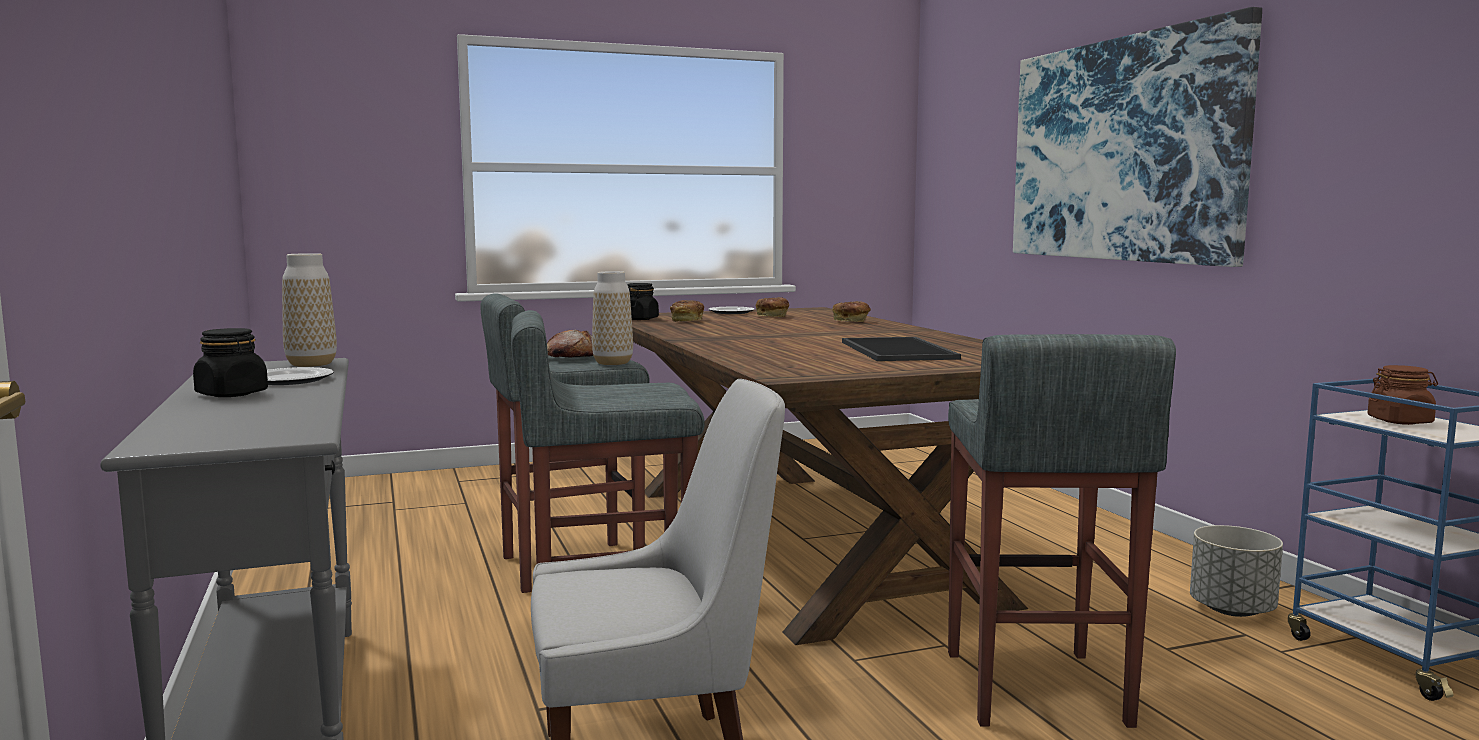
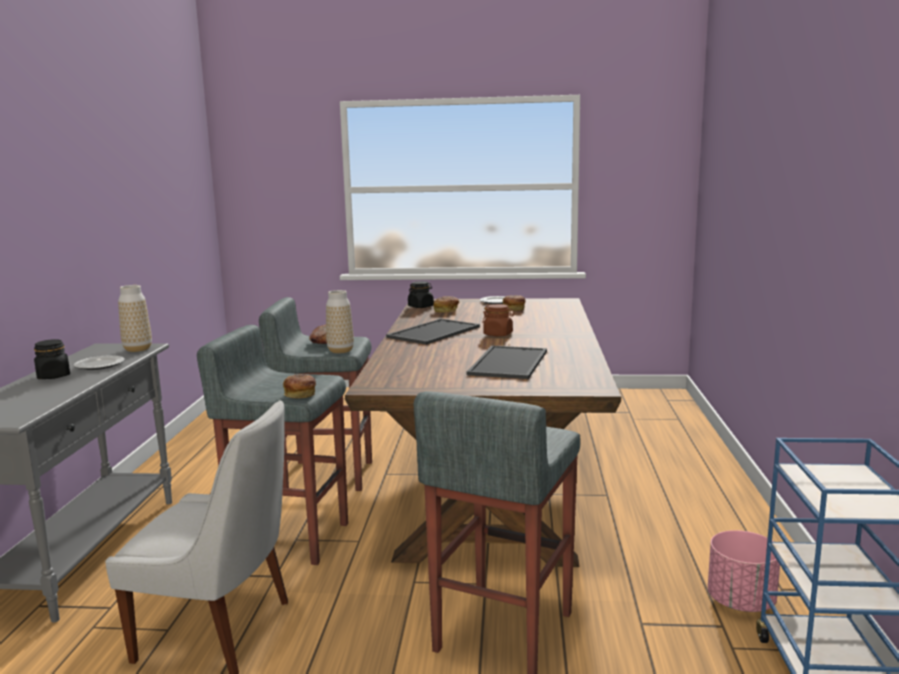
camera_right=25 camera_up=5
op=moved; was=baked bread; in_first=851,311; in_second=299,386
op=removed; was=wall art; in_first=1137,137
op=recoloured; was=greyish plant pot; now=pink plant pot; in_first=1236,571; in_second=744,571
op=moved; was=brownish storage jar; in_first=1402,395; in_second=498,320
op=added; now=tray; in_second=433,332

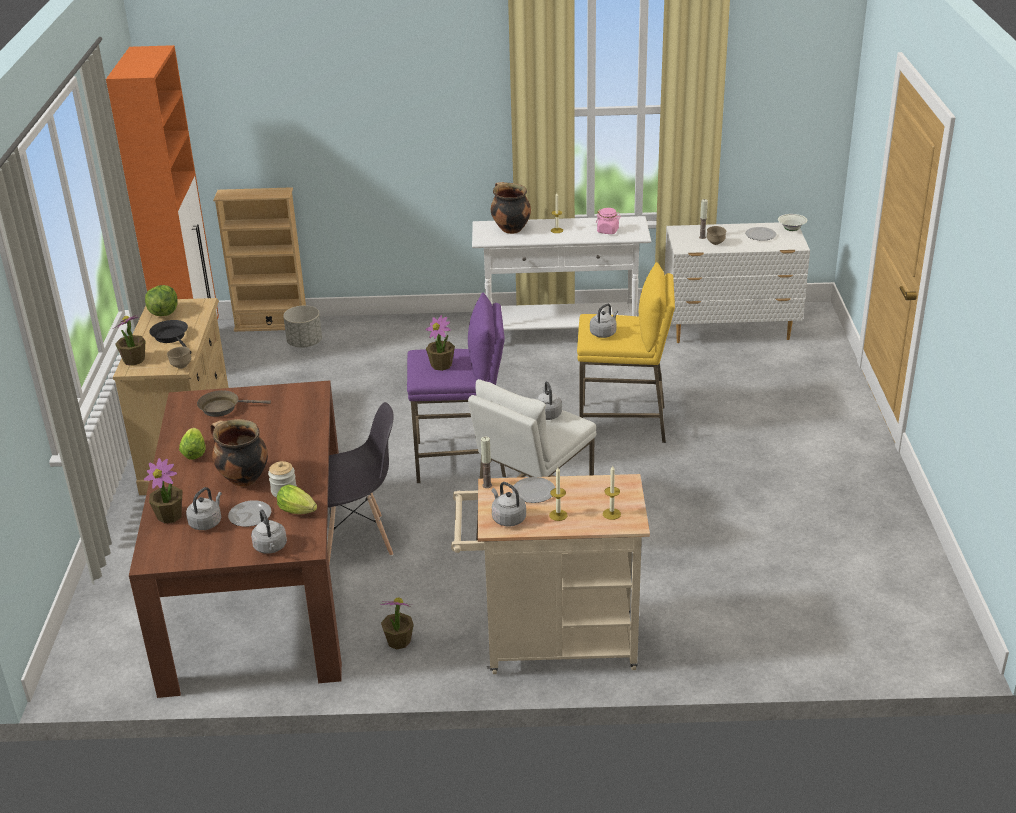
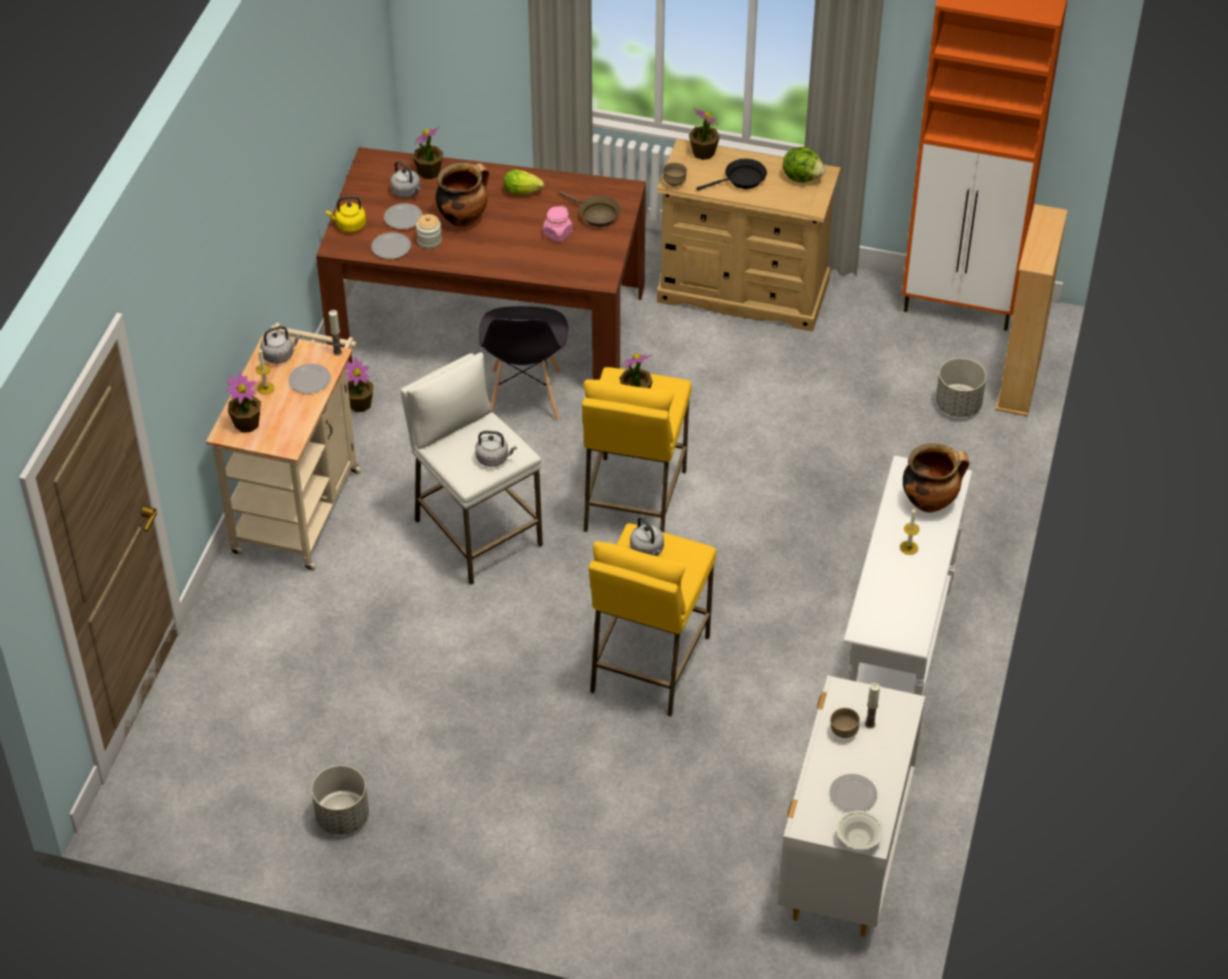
camera_right=105 camera_up=15
op=turned; was=brownish pan; in_first=234,403; in_second=589,209; clockwise=120
op=recoloured; was=greyish water kettle; now=yellow water kettle; in_first=269,531; in_second=346,214
op=replaced; was=lettuce; now=dinner plate; in_first=297,499; in_second=391,245
op=recoloured; was=purple-coloured stool; now=yellow stool; in_first=456,388; in_second=637,449
op=moved; was=pink storage jar; in_first=608,221; in_second=558,224
op=replaced; was=candle; now=plant in a pot; in_first=612,493; in_second=243,402
op=added; now=greyish plant pot; in_second=340,800

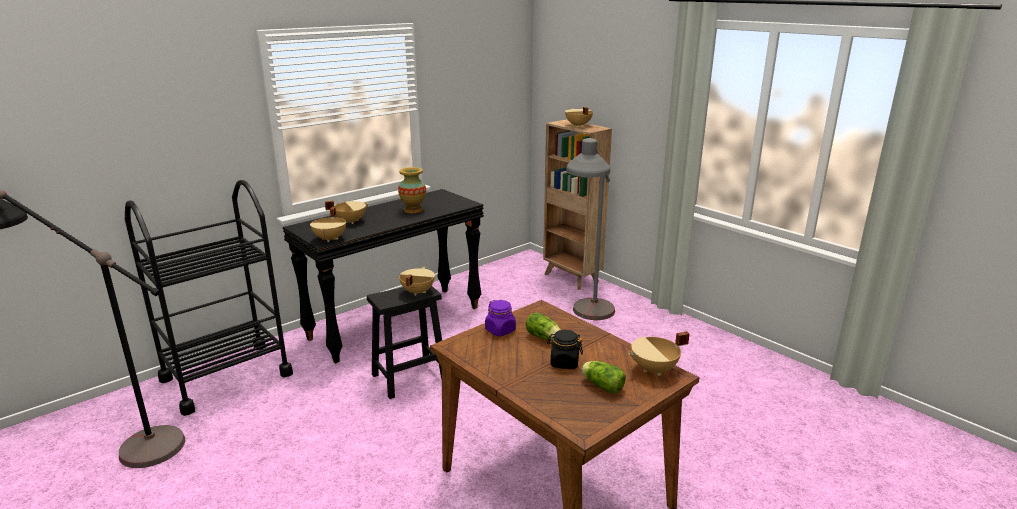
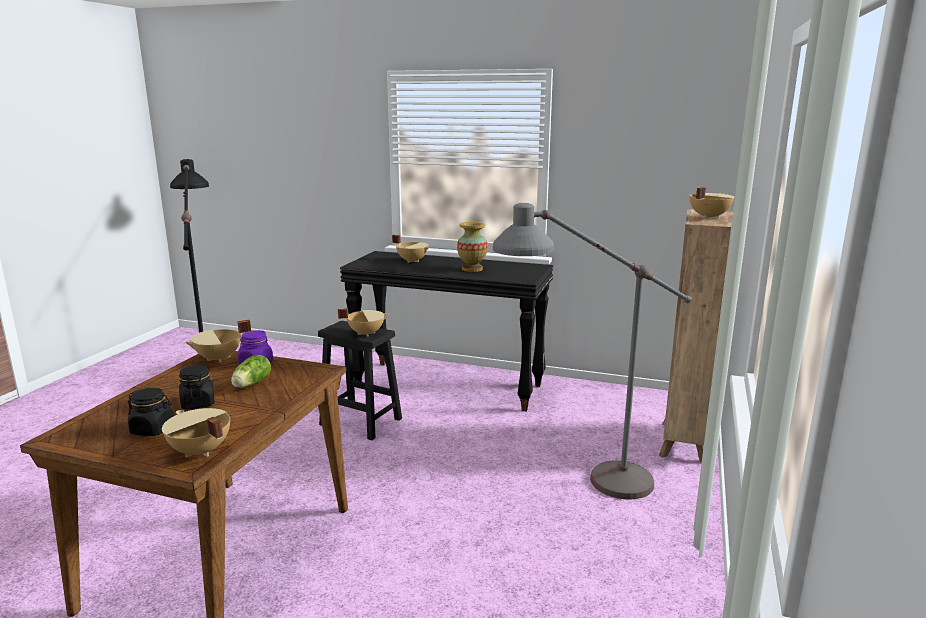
camera_right=60 camera_up=-5
op=removed; was=black-coloured wheeled cart; in_first=209,298
op=moved; was=sand-coloured stockpot; in_first=328,224; in_second=218,341
op=replaced; was=lettuce; now=black-coloured storage jar; in_first=603,377; in_second=151,412

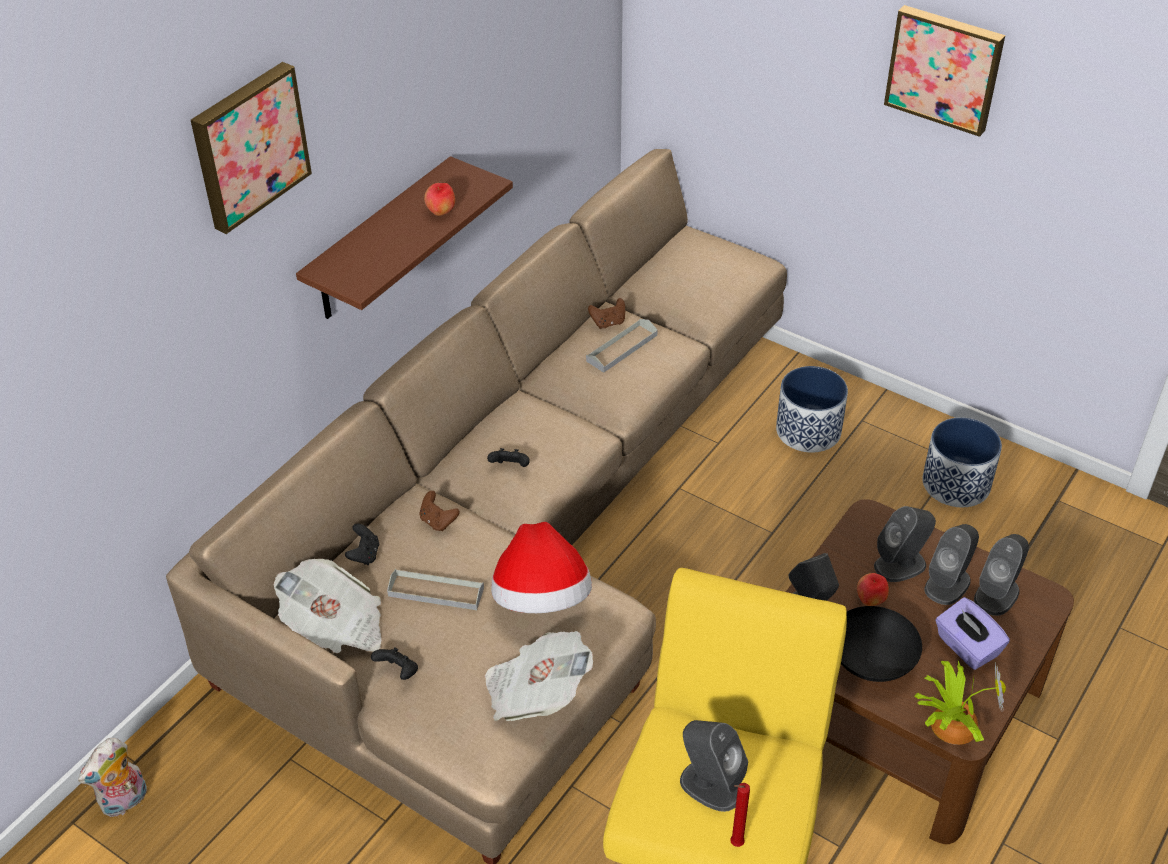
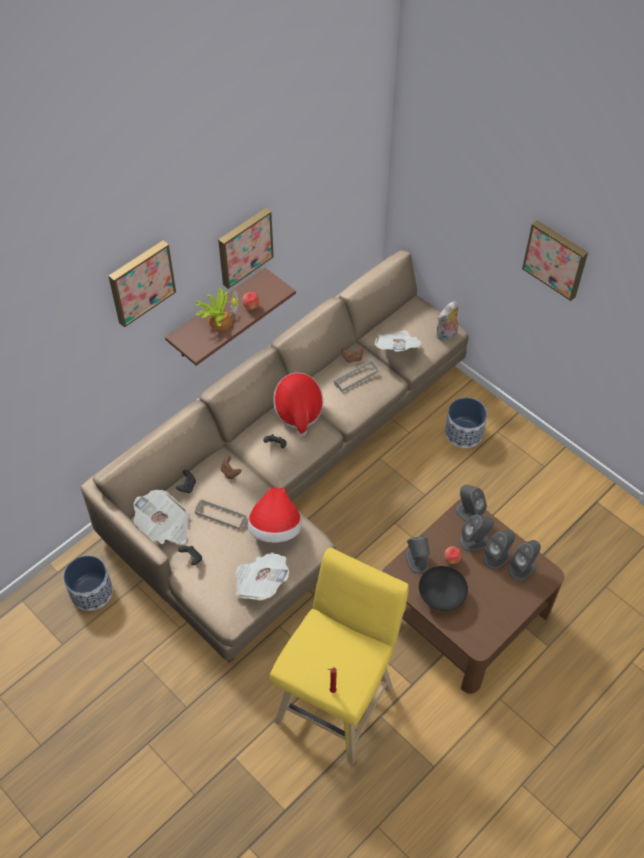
camera_right=10 camera_up=10
op=moved; was=cuddly toy; in_first=112,777; in_second=447,321
op=moved; was=greyish audio speaker; in_first=714,766; in_second=471,503
op=moved; was=plant in a pot; in_first=960,703; in_second=216,309
op=moved; was=plant pot; in_first=962,462; in_second=88,583
op=removed; was=purple-coloured tissue holder; in_first=972,633
op=added; now=wall art; in_second=246,248
op=added; now=wearable hat; in_second=298,405
op=added; now=daily paper; in_second=398,341

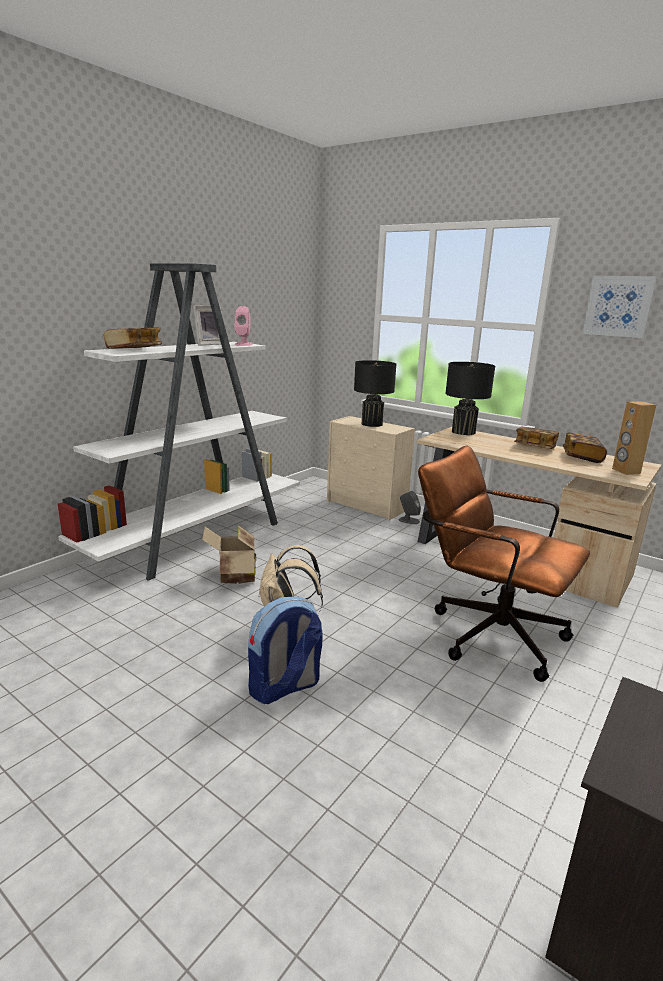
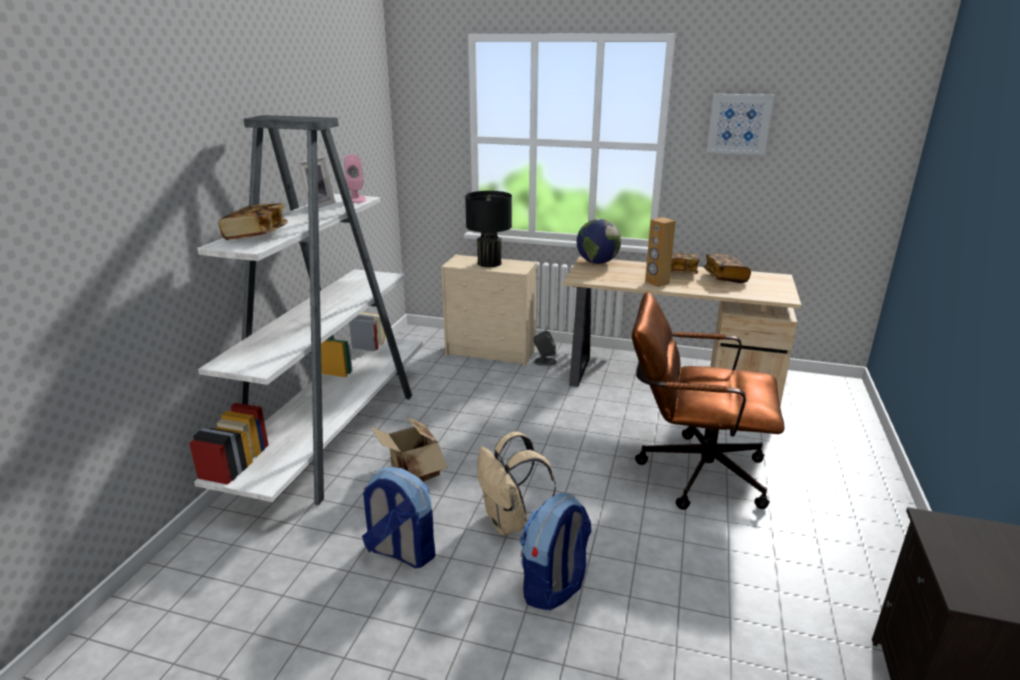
camera_right=-20 camera_up=5
op=replaced; was=black-coloured tabletop lamp; now=world globe; in_first=470,398; in_second=599,241
op=moved; was=brownish audio speaker; in_first=634,438; in_second=660,252
op=added; now=rucksack; in_second=398,517

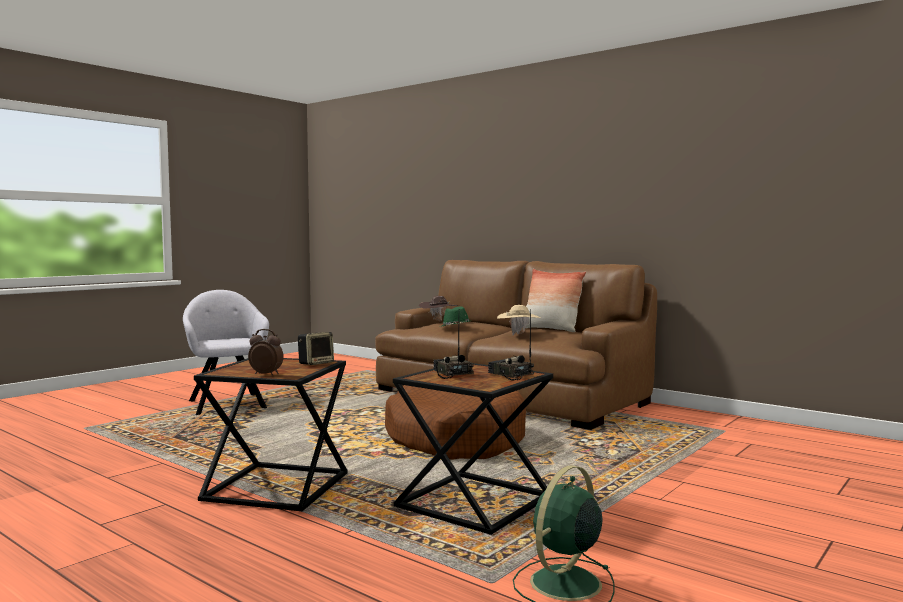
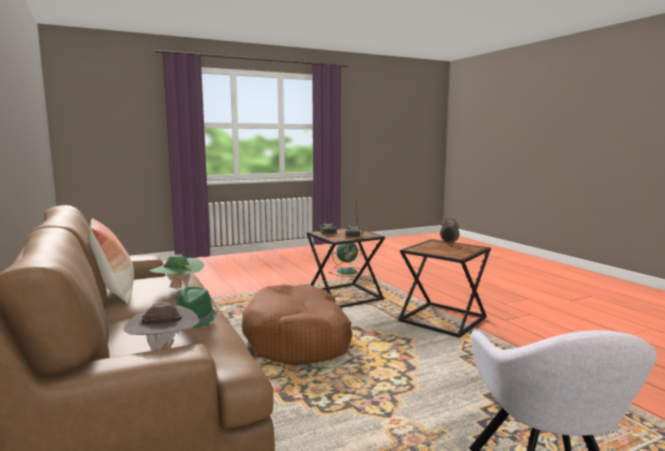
camera_right=-155 camera_up=5
op=removed; was=audio speaker; in_first=316,348
op=recoloured; was=sand-coloured wearable hat; now=green-coloured wearable hat; in_first=518,320; in_second=177,271

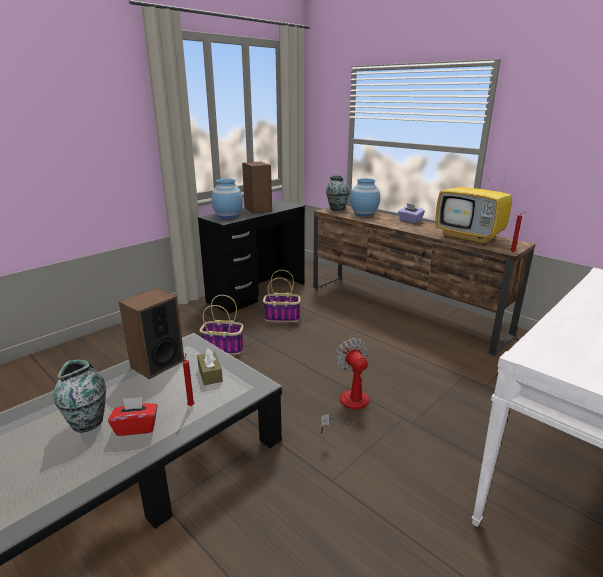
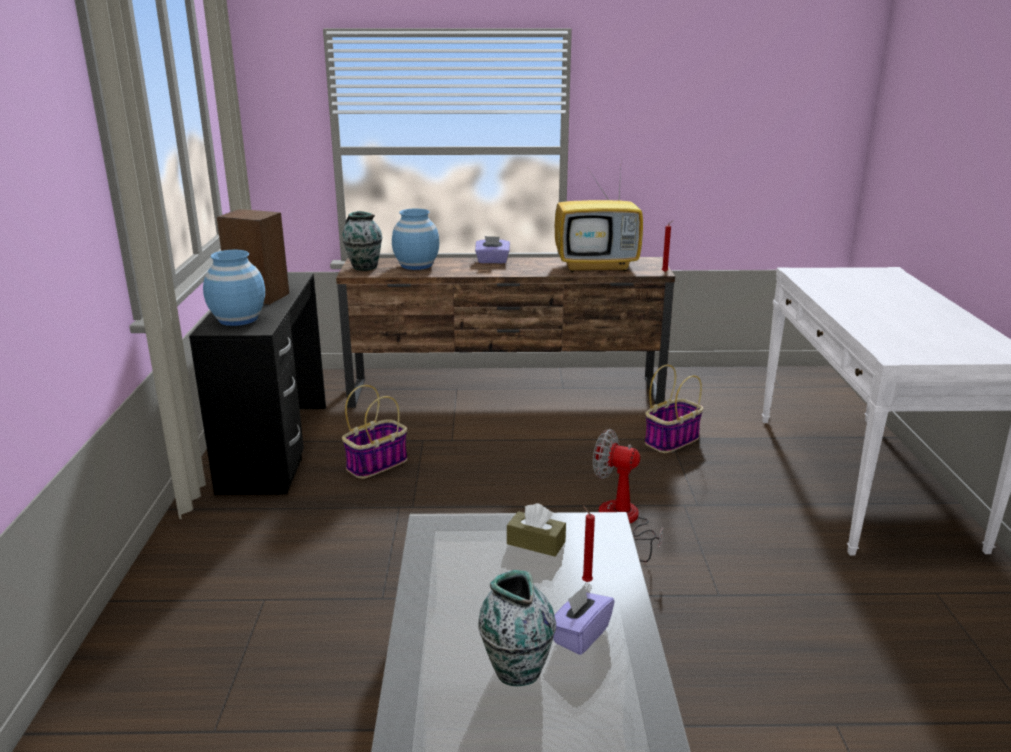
camera_right=-45 camera_up=0
op=recoloured; was=red-coloured tissue holder; now=purple-coloured tissue holder; in_first=133,416; in_second=584,620
op=removed; was=audio speaker; in_first=152,333
op=moved; was=storage basket; in_first=221,325; in_second=674,409

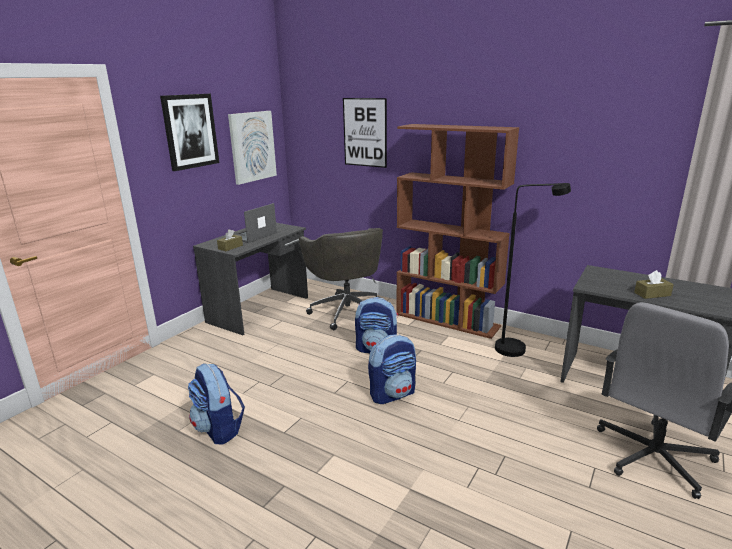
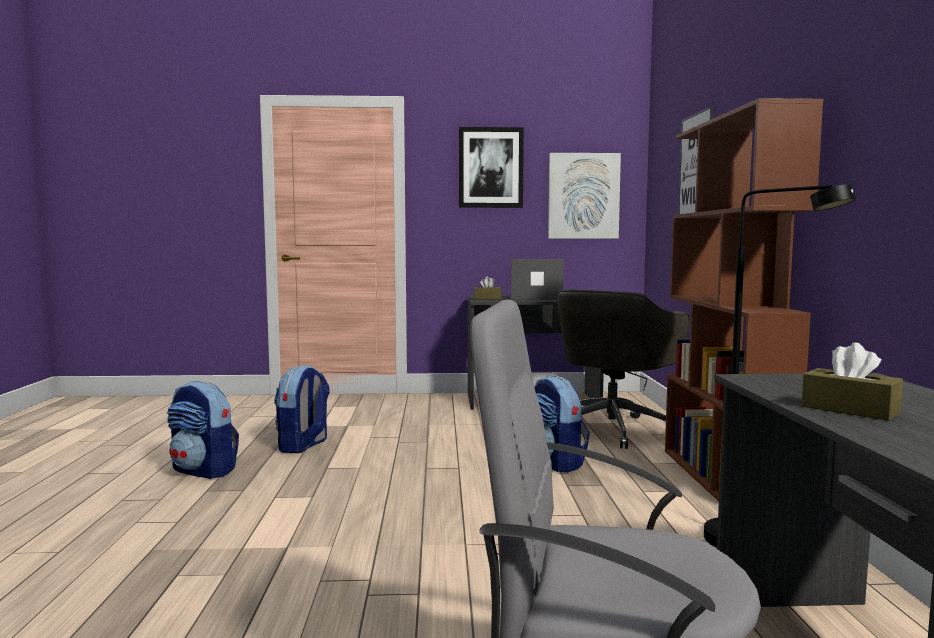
camera_right=55 camera_up=-15
op=moved; was=rucksack; in_first=392,369; in_second=203,430

